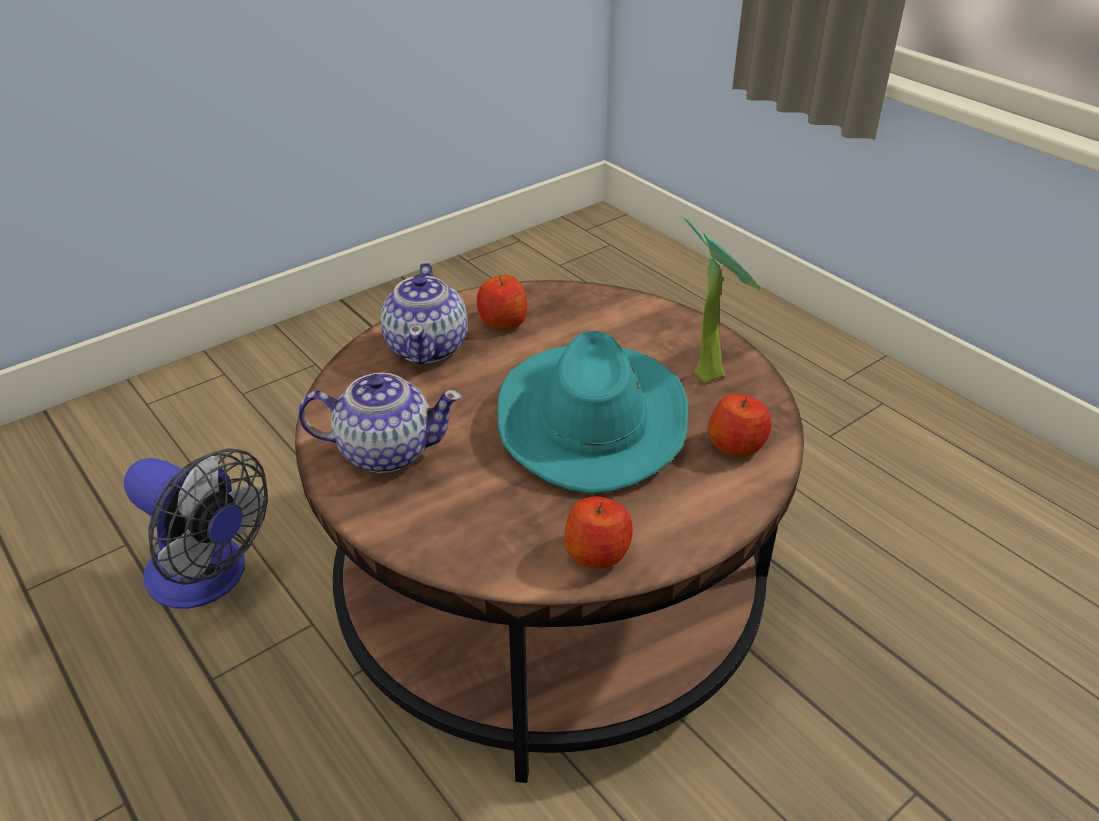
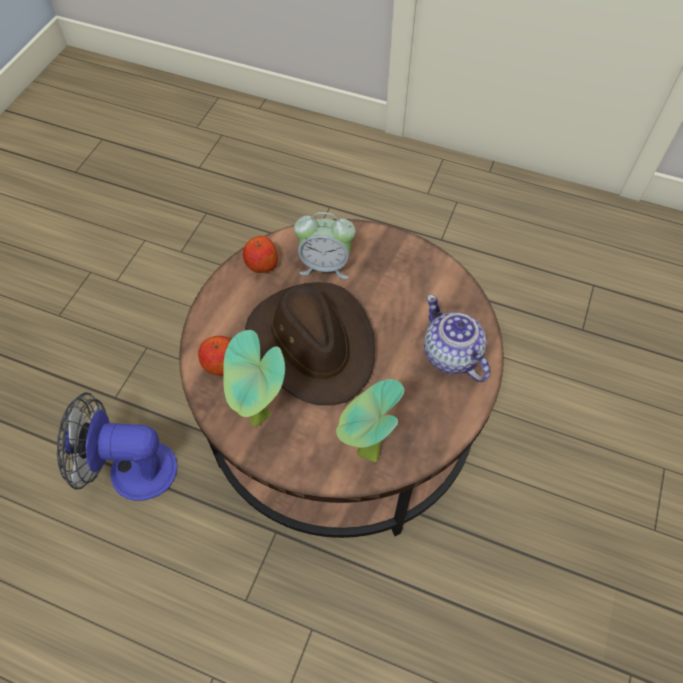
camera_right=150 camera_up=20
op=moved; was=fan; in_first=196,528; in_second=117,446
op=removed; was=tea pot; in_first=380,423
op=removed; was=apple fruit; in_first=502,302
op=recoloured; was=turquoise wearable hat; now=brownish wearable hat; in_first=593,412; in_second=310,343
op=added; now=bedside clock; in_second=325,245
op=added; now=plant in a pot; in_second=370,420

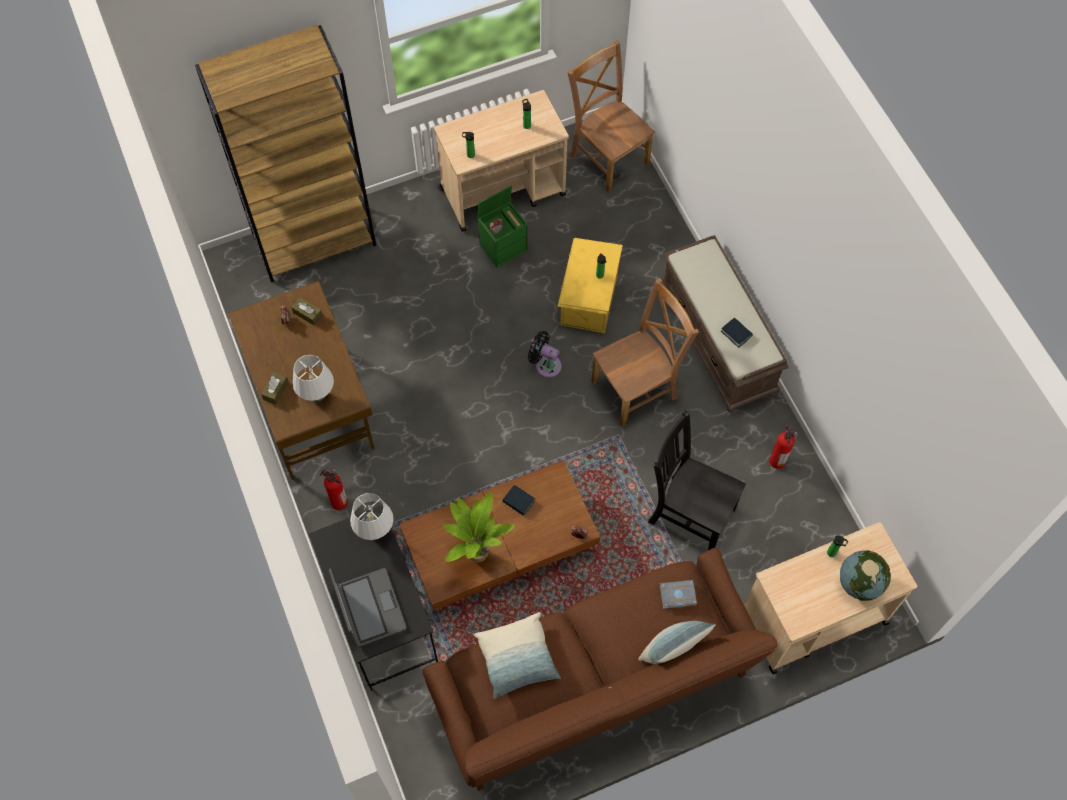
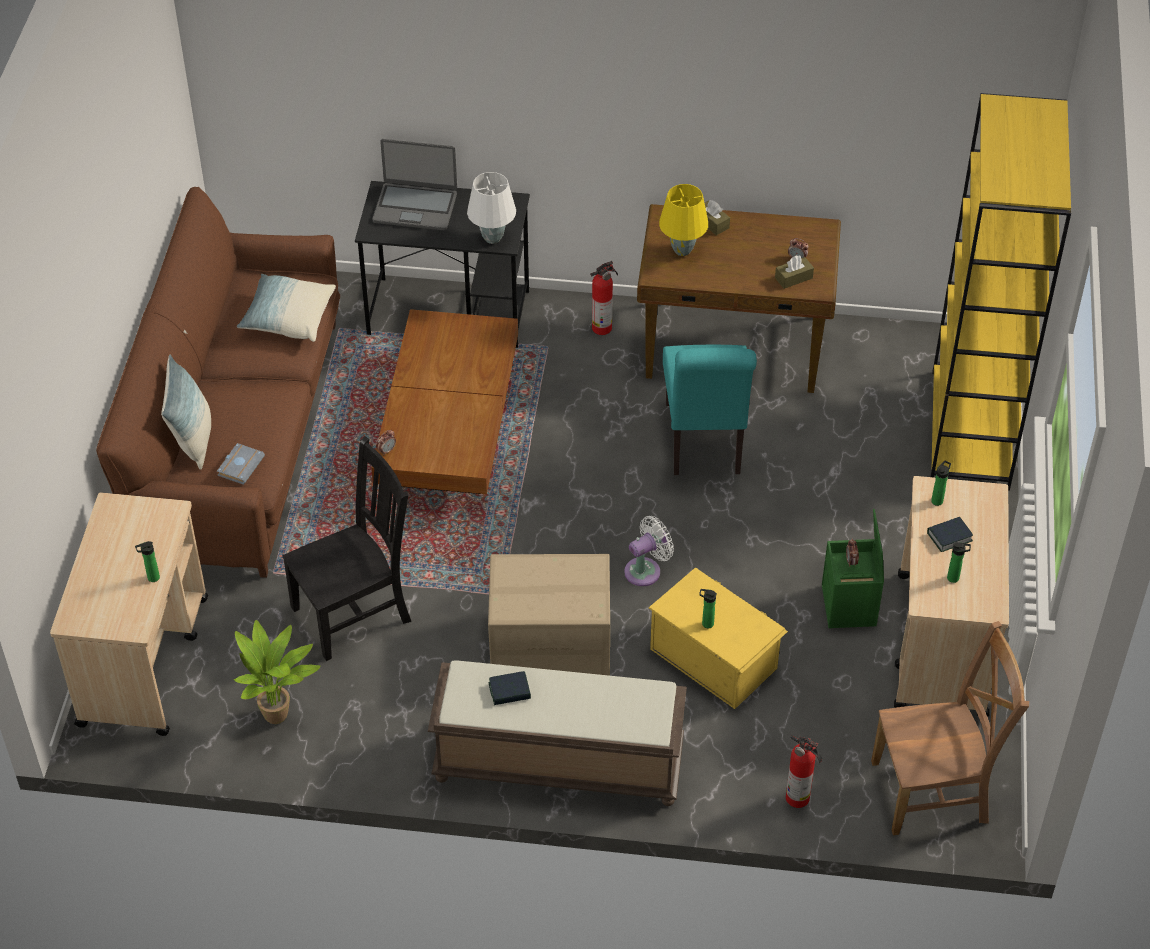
camera_right=120 camera_up=-15
op=recoloured; was=brownish shelving unit; now=yellow shelving unit; in_first=285,153; in_second=1001,292
op=recoloured; was=white-coloured tabletop lamp; now=yellow tabletop lamp; in_first=313,378; in_second=683,220
op=moved; was=plant in a pot; in_first=479,527; in_second=277,672
op=moved; was=bound book; in_first=518,500; in_second=950,534
op=recoloured; was=black-coloured fan; now=white-coloured fan; in_first=544,354; in_second=649,551
op=replaced; was=brownish chair; now=cardboard box; in_first=645,352; in_second=549,615
op=moved; was=extinguisher; in_first=783,446; in_second=804,771
op=removed; was=world globe; in_first=865,575
op=added; now=turquoise chair; in_second=710,410

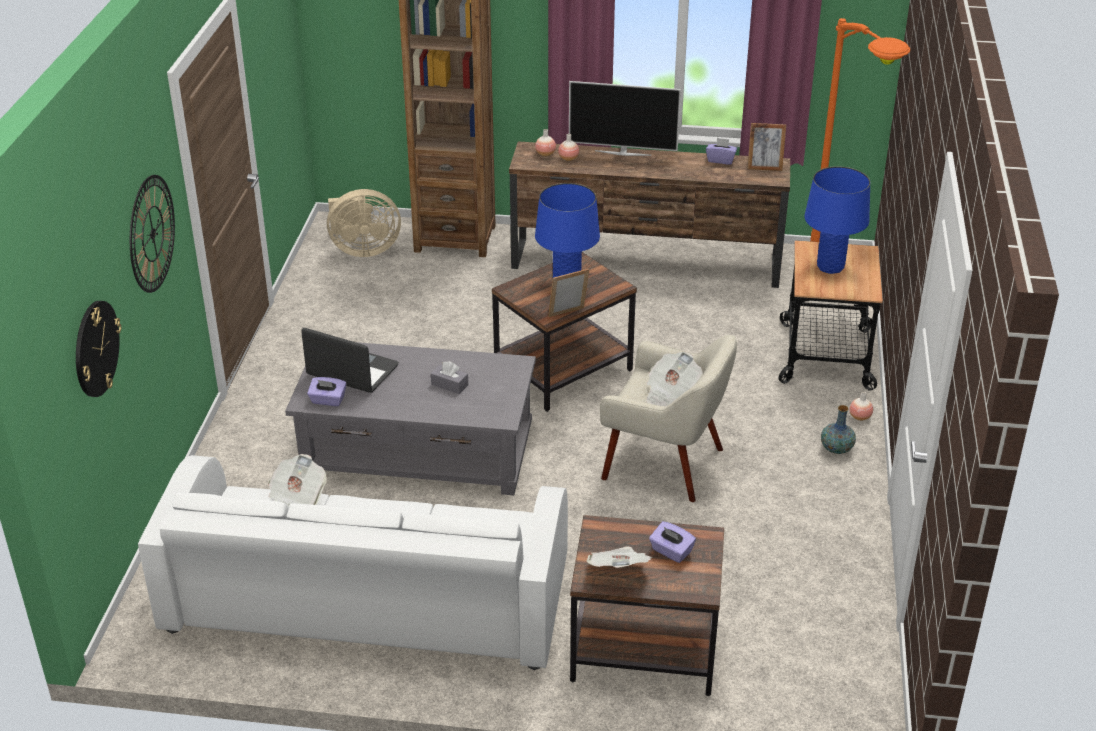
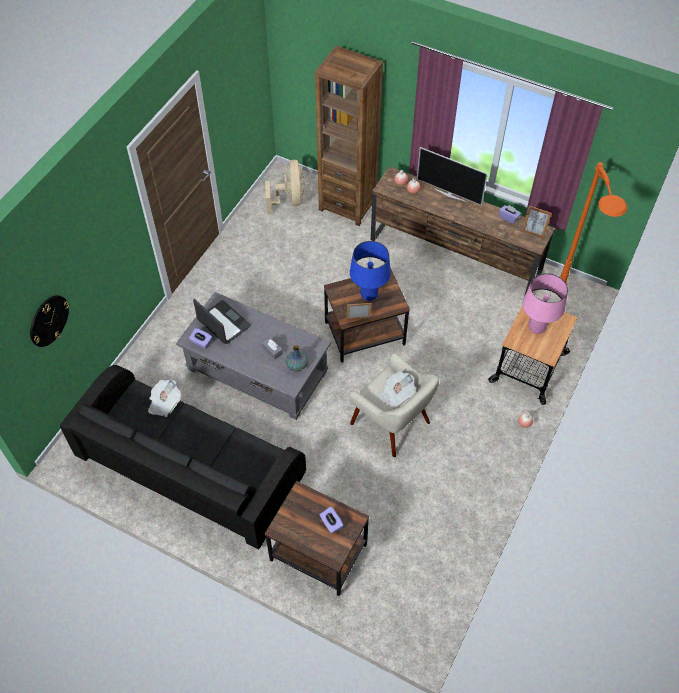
camera_right=20 camera_up=20
op=removed; was=hanging clock; in_first=152,234
op=recoloured; was=white-coloured couch; now=black-coloured couch; in_first=353,562; in_second=183,457
op=turned; was=sand-coloured fan; in_first=364,223; in_second=285,187; clockwise=-105
op=removed; was=daily paper; in_first=619,557
op=recoloured; was=blue tabletop lamp; now=pink tabletop lamp; in_first=837,220; in_second=545,303
op=moved; was=flower vase; in_first=838,429; in_second=297,358

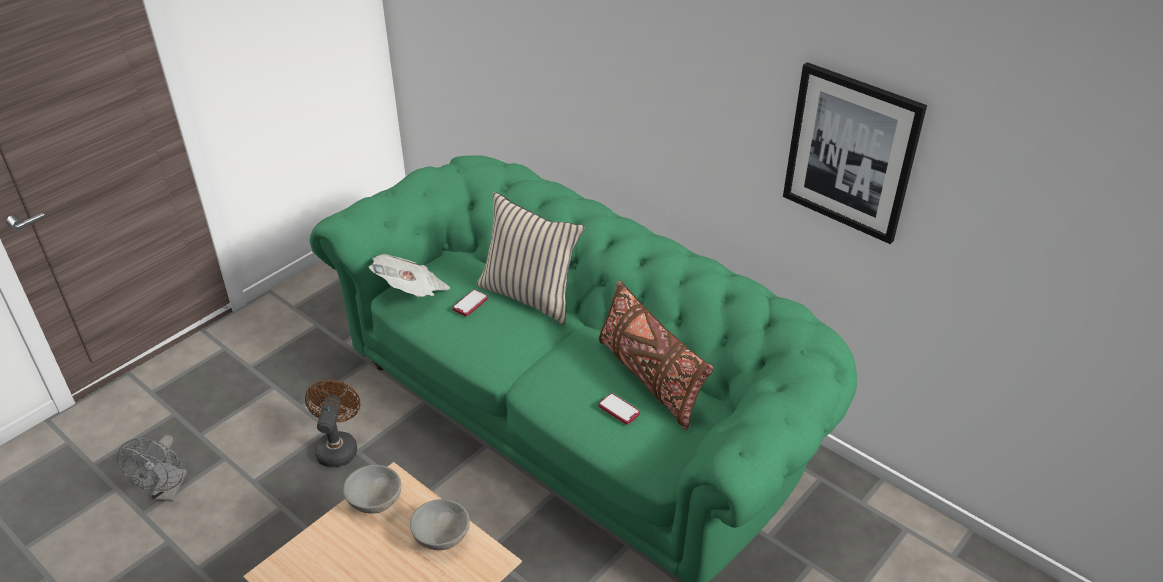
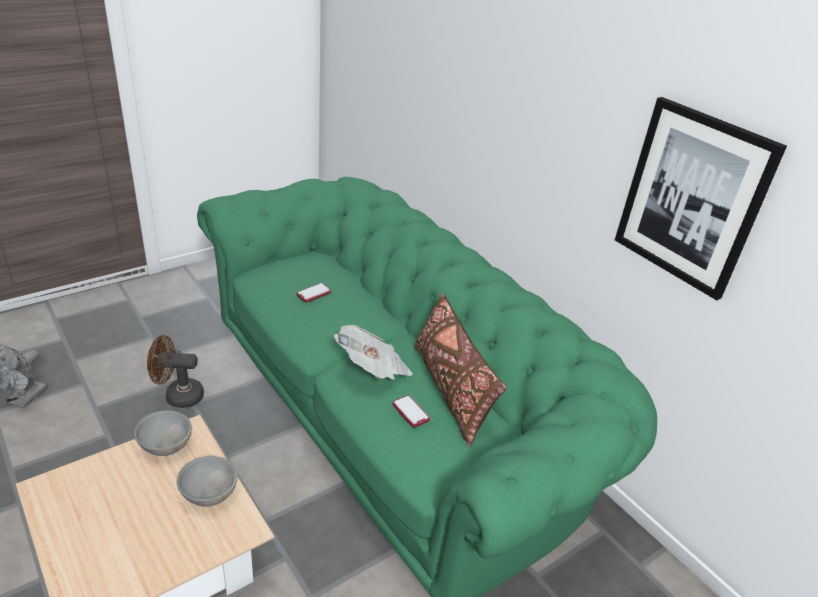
camera_right=10 camera_up=-5
op=turned; was=brownish fan; in_first=332,423; in_second=175,371; clockwise=-105
op=moved; was=daily paper; in_first=409,275; in_second=373,352
op=removed; was=sand-coloured throw pillow; in_first=531,258

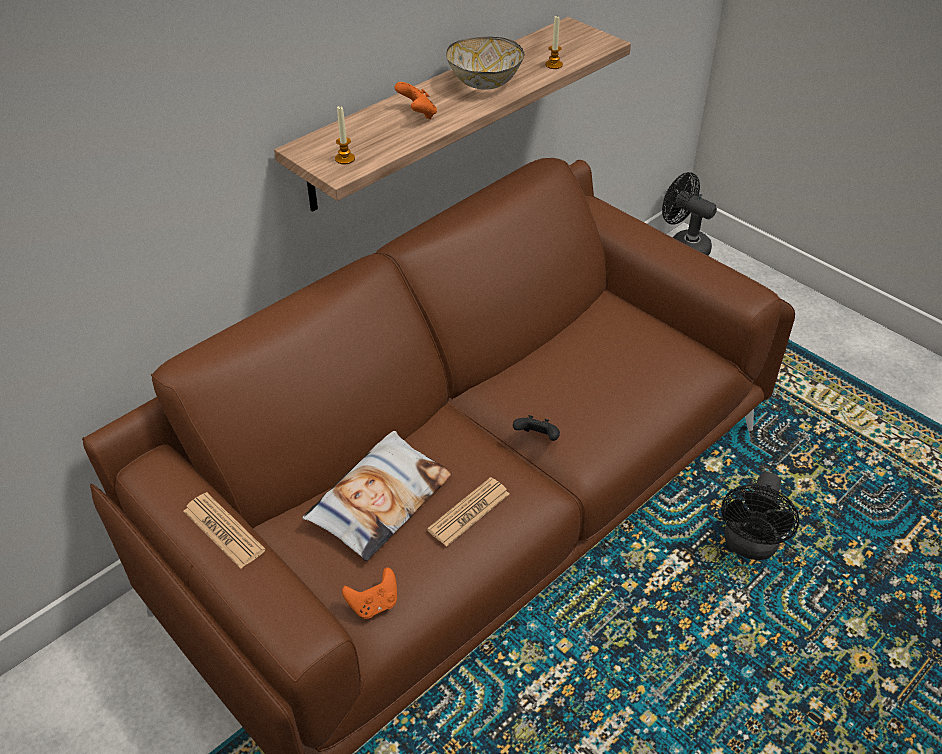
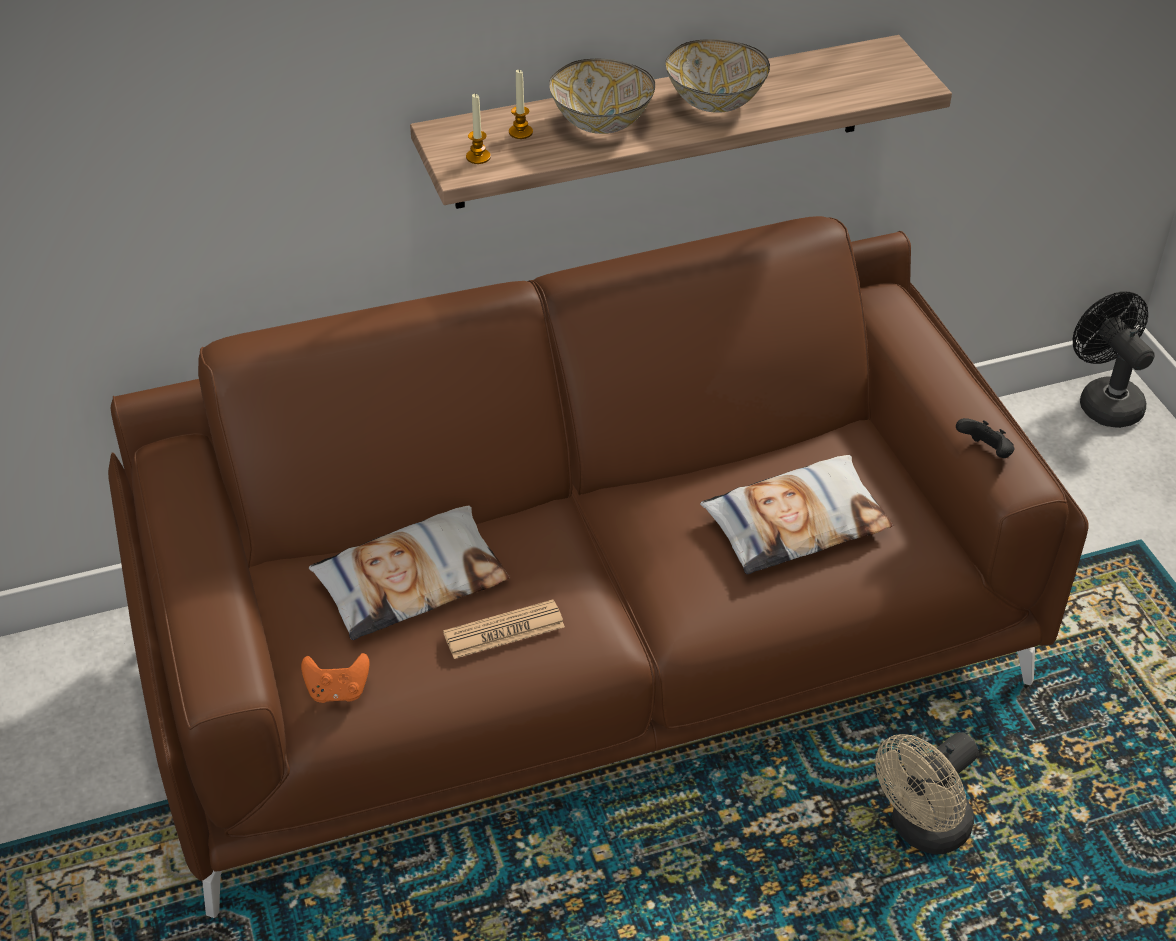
camera_right=25 camera_up=0
op=removed; was=daily paper; in_first=225,530
op=replaced; was=orange-coloured gamepad; now=serving bowl; in_first=416,100; in_second=602,96
op=moved; was=black-coloured gamepad; in_first=536,428; in_second=985,438
op=moved; was=candle; in_first=554,42; in_second=521,104
op=recoloured; was=black-coloured fan; now=sand-coloured fan; in_first=760,516; in_second=927,793
op=added; now=throw pillow; in_second=796,514

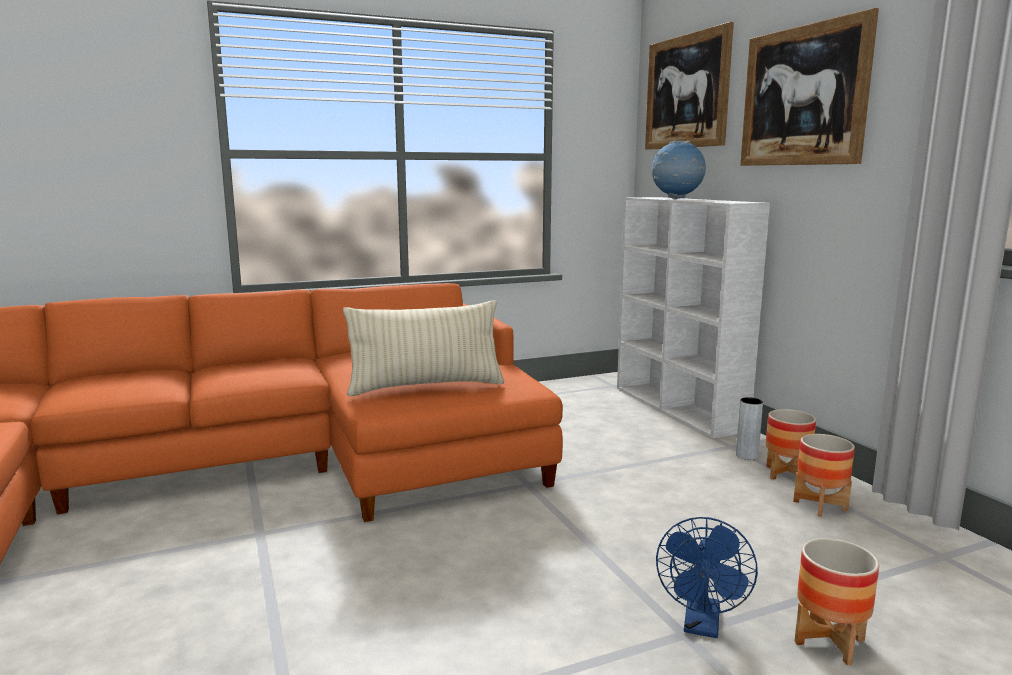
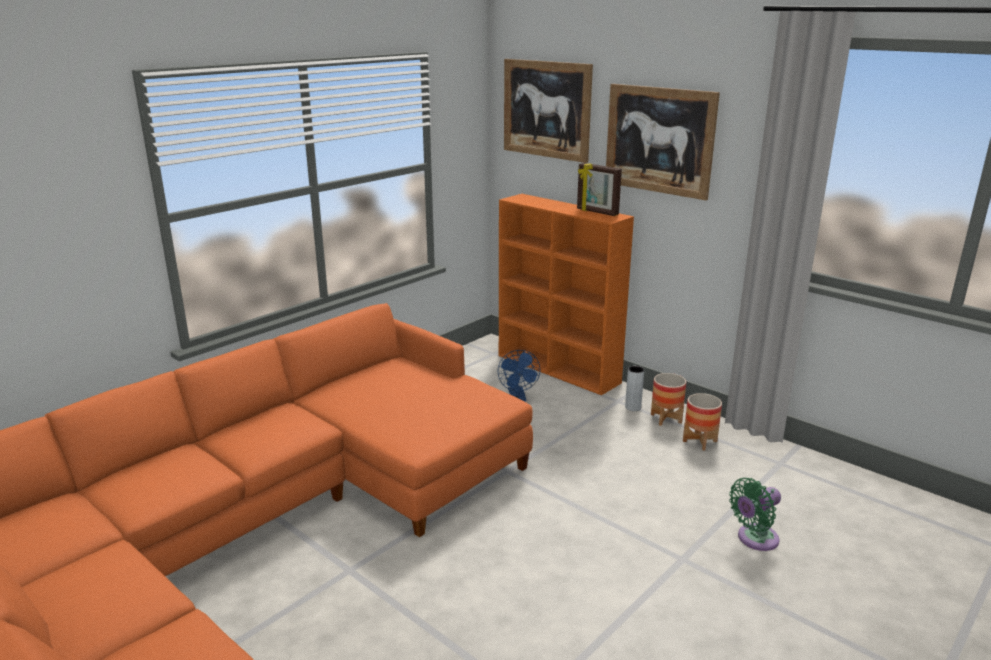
camera_right=-25 camera_up=10
op=removed; was=sand-coloured throw pillow; in_first=423,348
op=recoloured; was=white-coloured shelving unit; now=orange-coloured shelving unit; in_first=693,317; in_second=566,294
op=removed; was=world globe; in_first=678,169
op=moved; was=blue fan; in_first=707,577; in_second=519,375
op=replaced; was=plant pot; now=green-coloured fan; in_first=836,601; in_second=755,514
op=added; now=picture frame; in_second=599,189

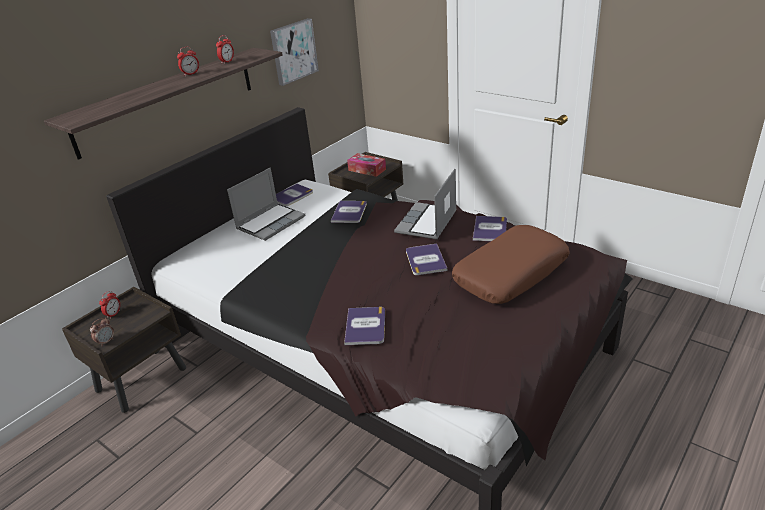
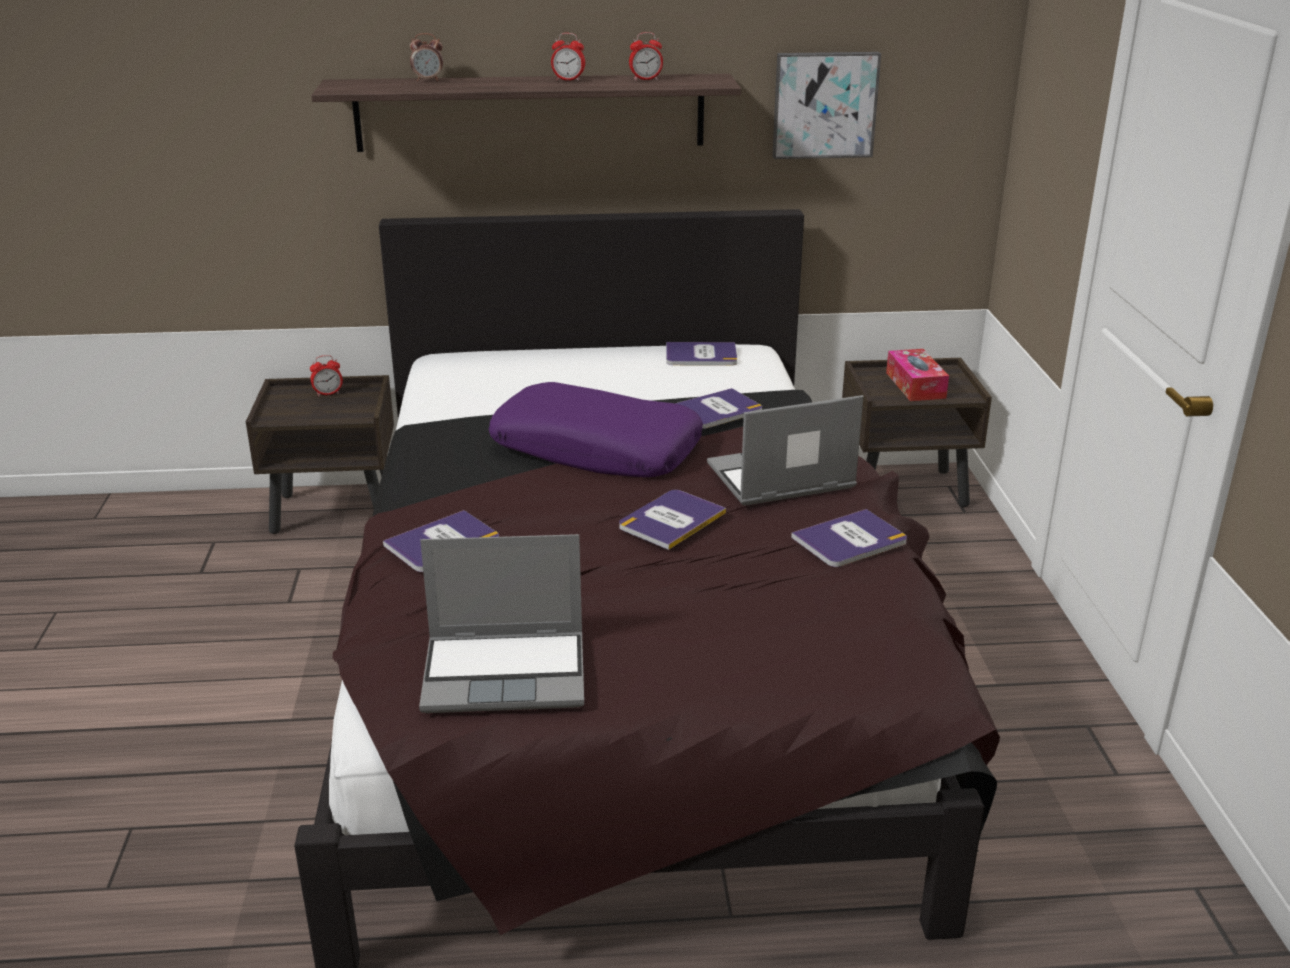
camera_right=45 camera_up=-5
op=moved; was=bedside clock; in_first=102,332; in_second=426,57
op=moved; was=notebook computer; in_first=266,204; in_second=501,623
op=removed; was=brownish throw pillow; in_first=510,264
op=added; now=purple-coloured throw pillow; in_second=596,429

